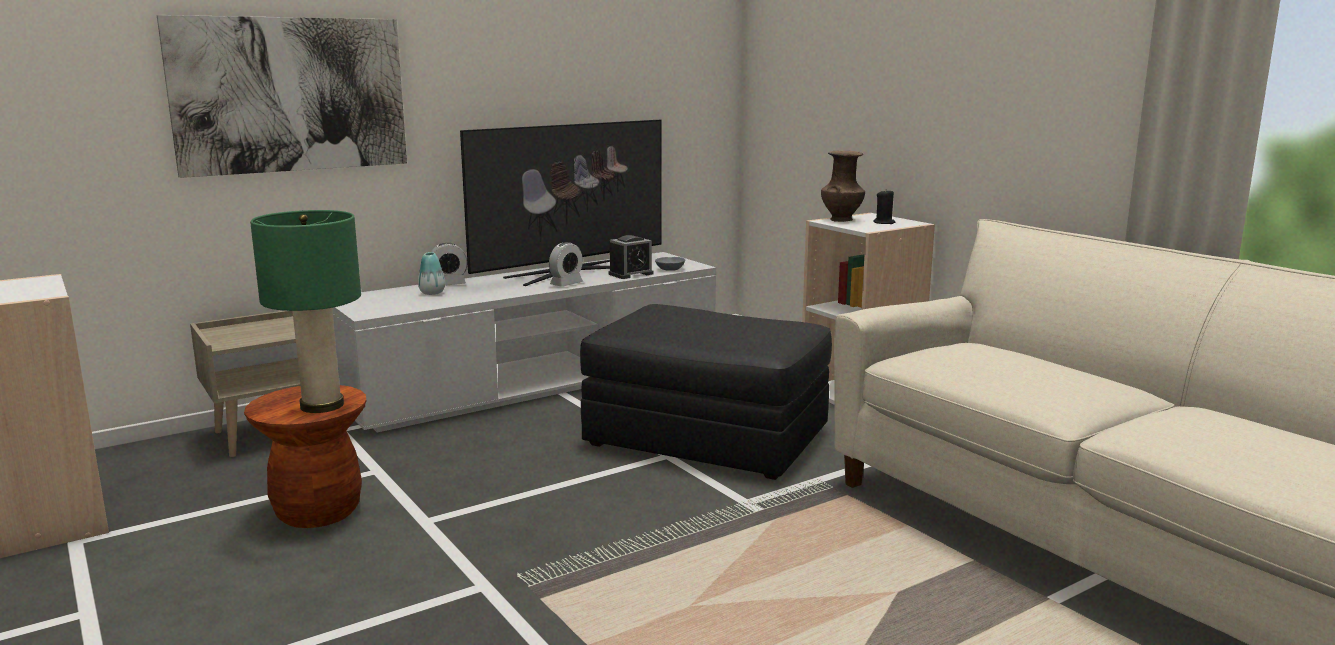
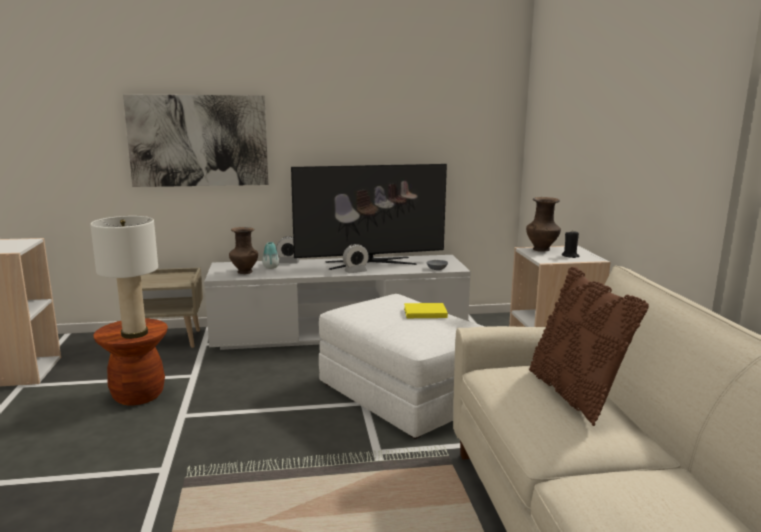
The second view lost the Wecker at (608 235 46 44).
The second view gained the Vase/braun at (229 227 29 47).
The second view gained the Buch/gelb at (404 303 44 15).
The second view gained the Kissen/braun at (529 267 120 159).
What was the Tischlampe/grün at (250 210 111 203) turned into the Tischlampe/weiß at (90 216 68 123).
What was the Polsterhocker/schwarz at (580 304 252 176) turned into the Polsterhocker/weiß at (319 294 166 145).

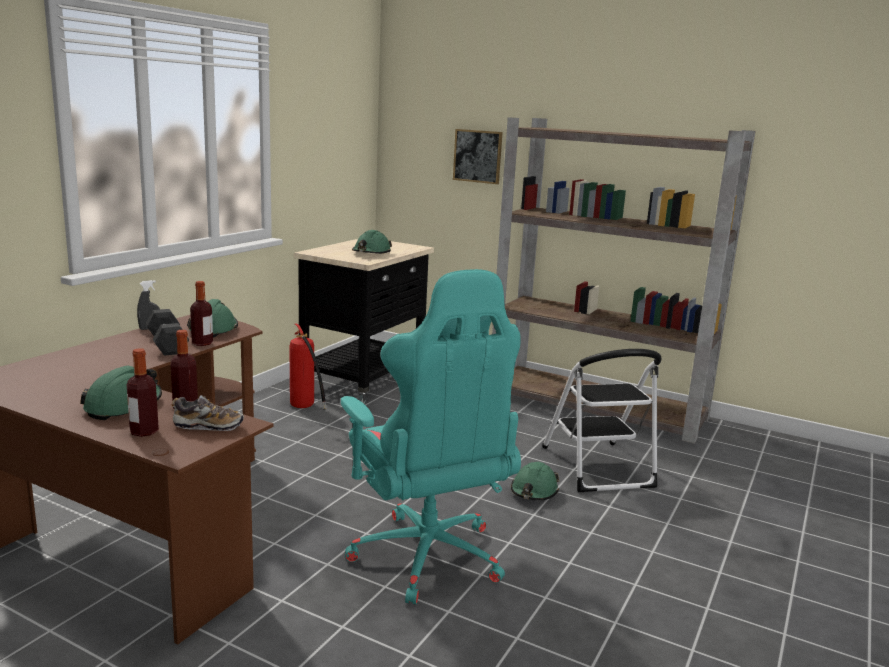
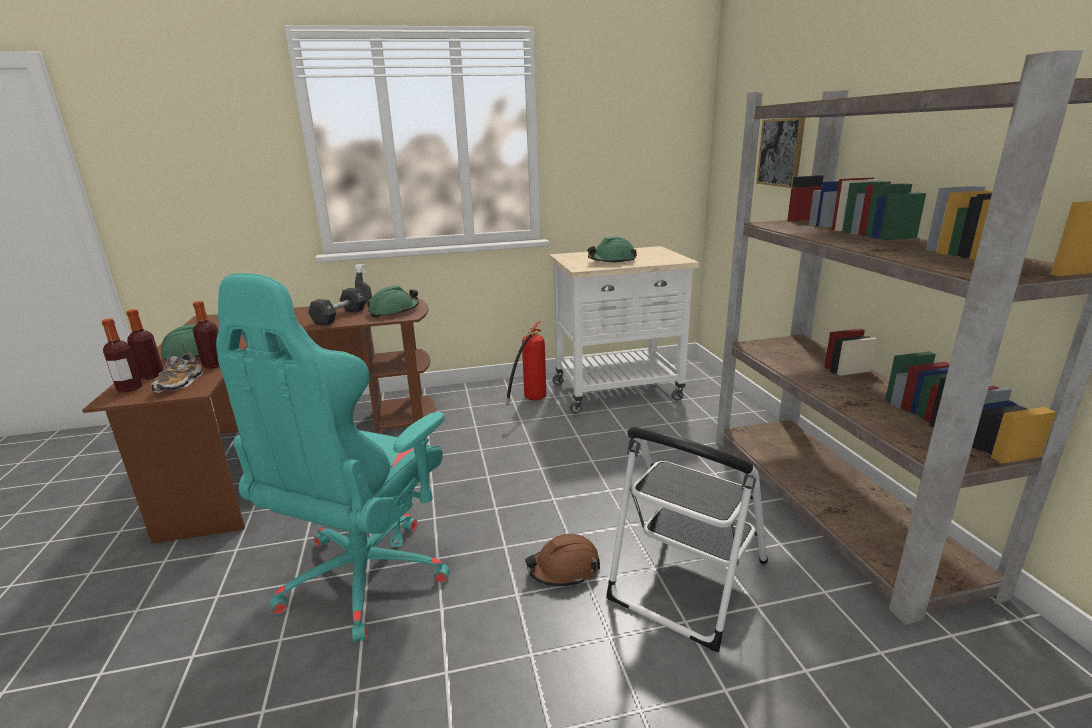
The Flasche ended up elsewhere, having gone from (190 281 23 65) to (102 319 40 73).
What was the Rollwagen/schwarz at (294 239 140 165) turned into the Rollwagen/weiß at (549 246 150 168).
What was the Schutzhelm/grün at (511 462 48 38) turned into the Schutzhelm/braun at (525 534 75 52).
The Schuh at (171 395 73 36) ended up facing another way, 45 degrees clockwise from before.

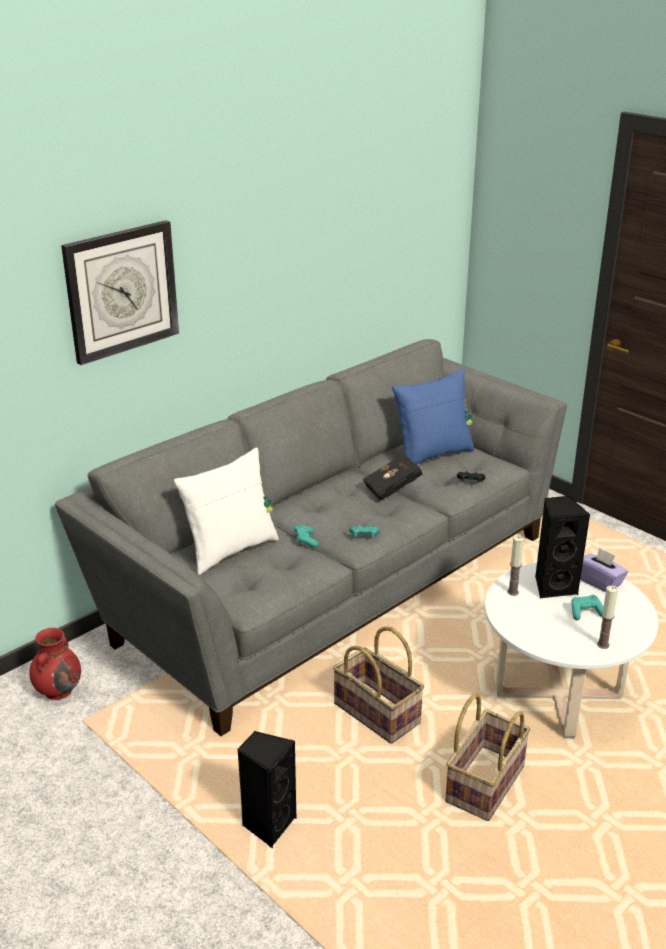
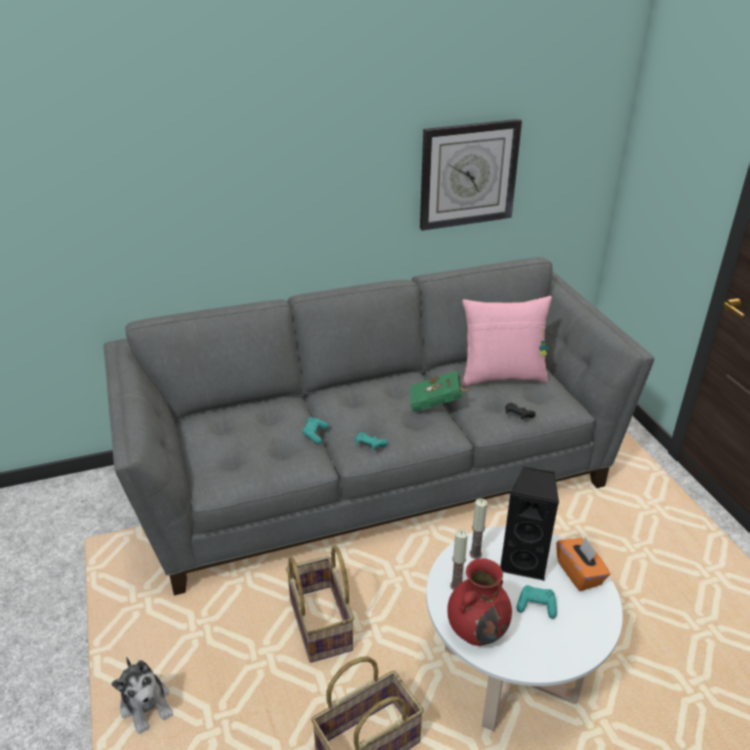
The second view lost the Kissen/weiß at (173 448 106 127).
The Vase/rot ended up elsewhere, having gone from (29 628 52 72) to (447 558 65 88).
The Wanduhr ended up elsewhere, having gone from (61 220 118 145) to (420 119 102 112).
The Kerze ended up elsewhere, having gone from (597 585 21 64) to (450 529 18 61).
Where the Lautsprecher/schwarz stood at (237 731 59 117), the Plüschtier came to stand at (111 657 62 77).
What was the Buch/schwarz at (363 454 63 47) turned into the Buch/grün at (410 370 61 42).
What was the Kissen/blau at (392 368 82 97) turned into the Kissen/rosa at (462 296 90 90).
What was the Taschentuchbox/lila at (580 547 48 45) turned into the Taschentuchbox/orange at (556 537 54 54).

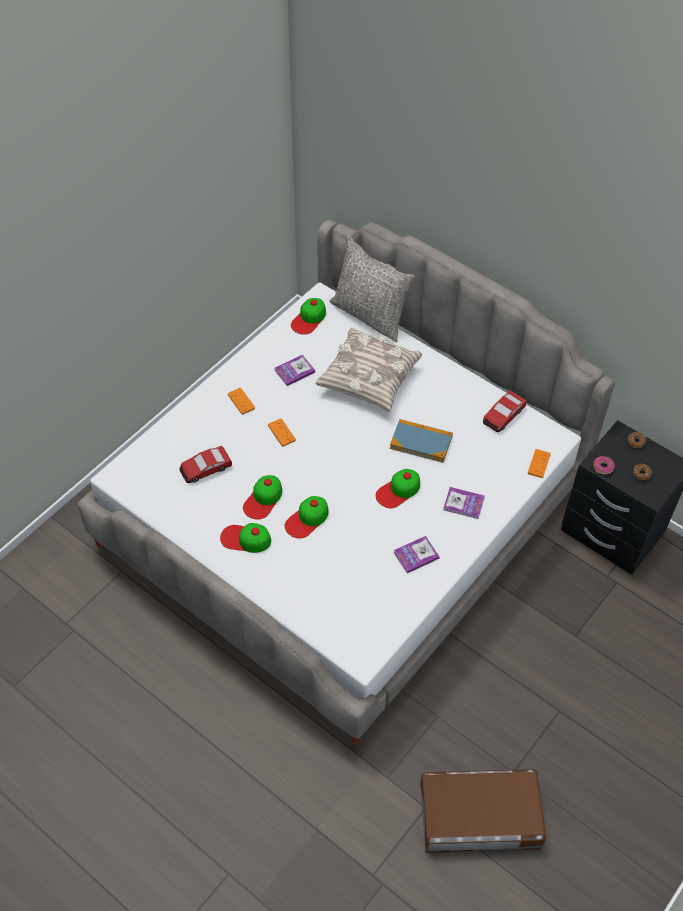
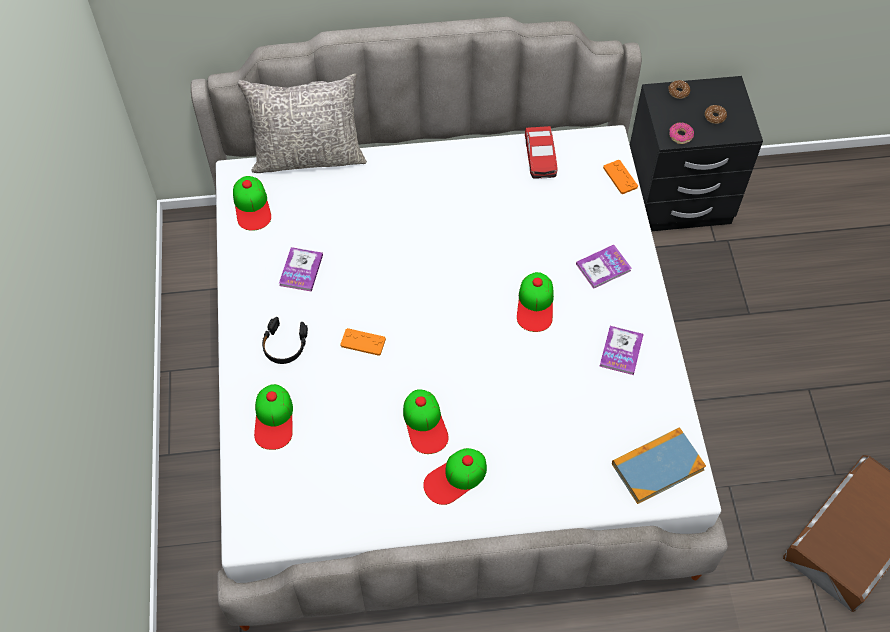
The second view lost the Spielzeugauto at (179 446 53 37).
The second view lost the Kissen/beige at (316 328 106 84).
The Kappe ended up elsewhere, having gone from (285 496 44 43) to (254 384 39 66).
The Buch ended up elsewhere, having gone from (390 419 63 44) to (612 427 94 77).
Where the Gamepad/orange stood at (228 388 27 26), the Kopfhörer/schwarz came to stand at (262 317 46 47).

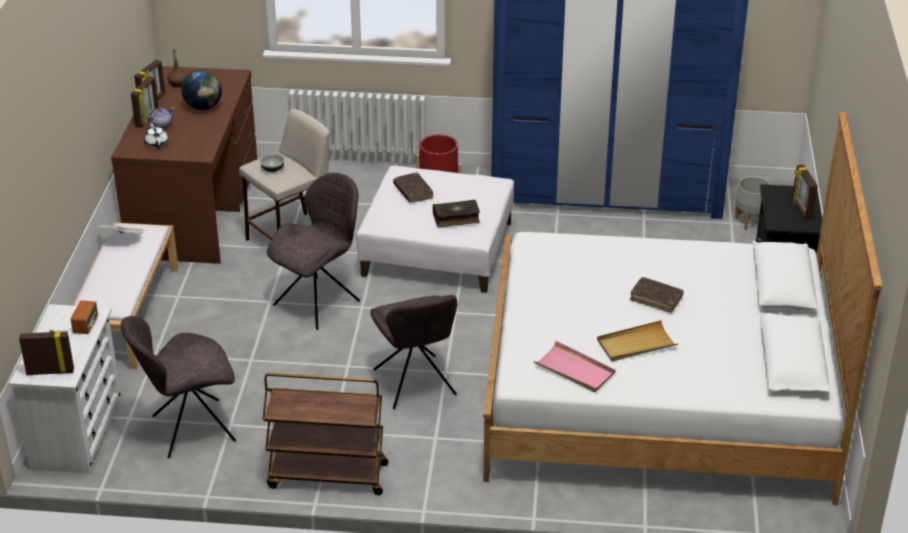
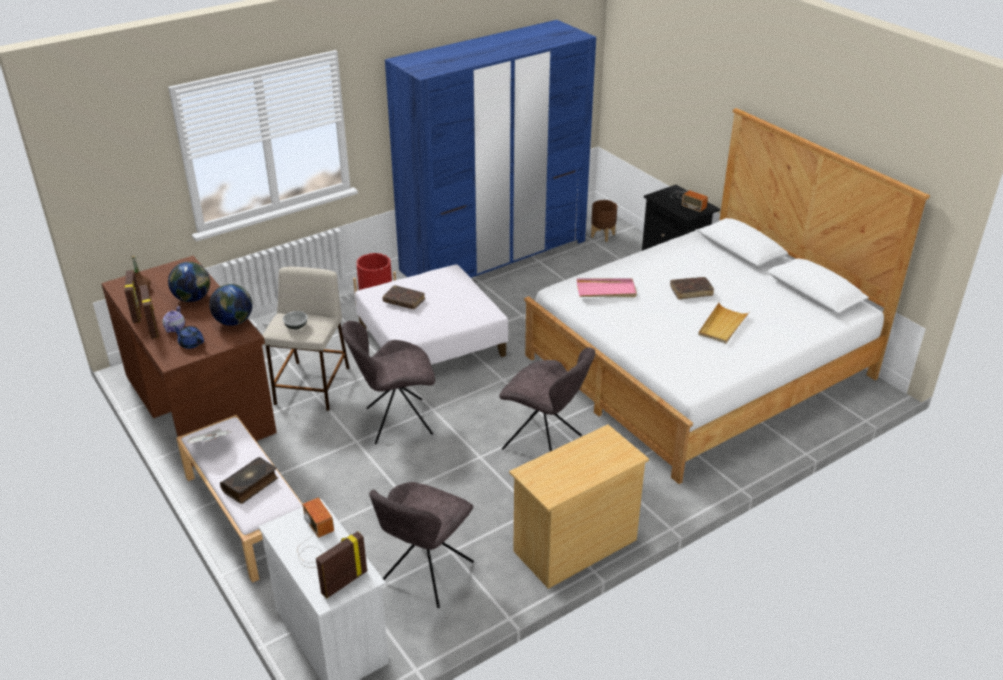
The second view gained the Globus at (209 284 44 42).
The Buch ended up elsewhere, having gone from (433 200 47 28) to (220 457 58 47).
The Tablett/rosa ended up elsewhere, having gone from (533 341 82 51) to (577 278 60 19).
Where the Rollwagen/braun stood at (262 373 126 122), the Kommode/beige came to stand at (509 425 140 164).
Where the Bilderrahmen stood at (792 165 26 55), the Radio came to stand at (671 190 37 22).
What was the Teekanne/weiß at (144 121 24 27) turned into the Teekanne/blau at (173 325 31 24).
What was the Pflanzkübel/grau at (734 176 37 54) turned into the Pflanzkübel/braun at (591 200 26 42).
The Stuhl/grau at (267 173 93 157) ended up facing another way, 105 degrees counterclockwise from before.

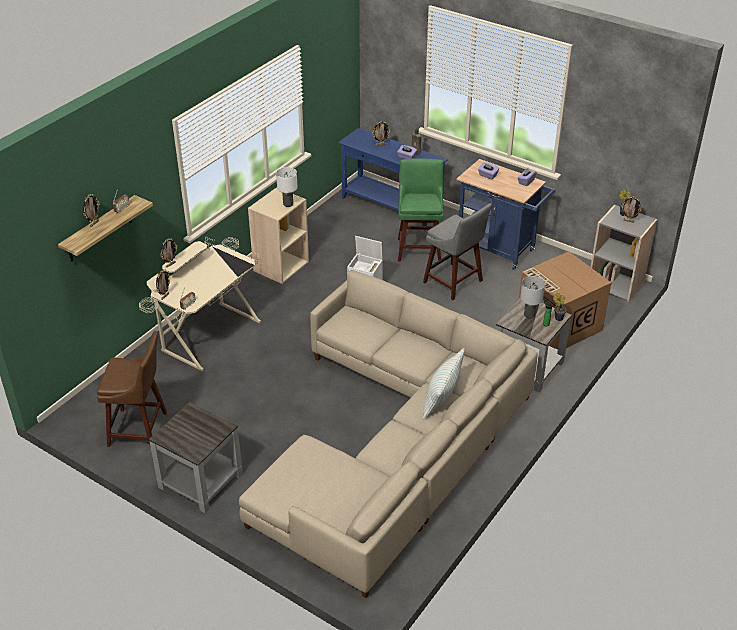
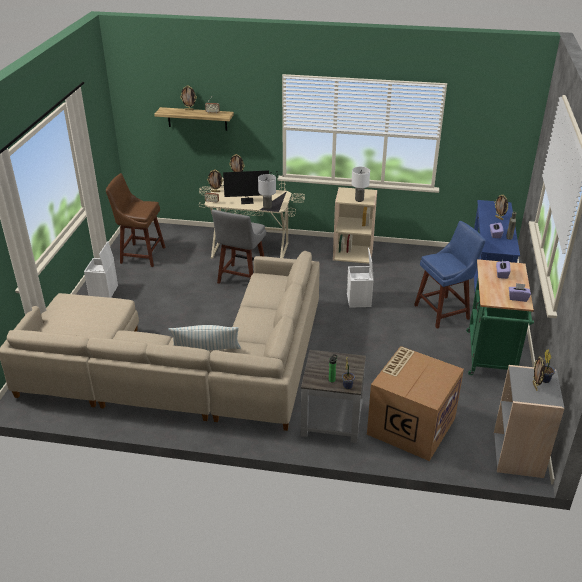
The second view gained the Monitor at (223 170 59 34).
The Stuhl/grau ended up elsewhere, having gone from (423 203 69 97) to (212 209 54 75).
The Tischlampe/weiß ended up elsewhere, having gone from (520 276 25 43) to (258 174 18 35).
Where the Beistelltisch/grau stood at (149 402 94 111), the Aufbewahrungsbox/weiß came to stand at (84 241 34 57).
What was the Stuhl/grün at (398 158 46 104) turned into the Stuhl/blau at (414 221 72 107).
What was the Rollwagen/blau at (457 159 99 111) turned into the Rollwagen/grün at (466 259 68 116).
The Stuhl/braun at (97 331 70 116) ended up facing another way, 120 degrees clockwise from before.

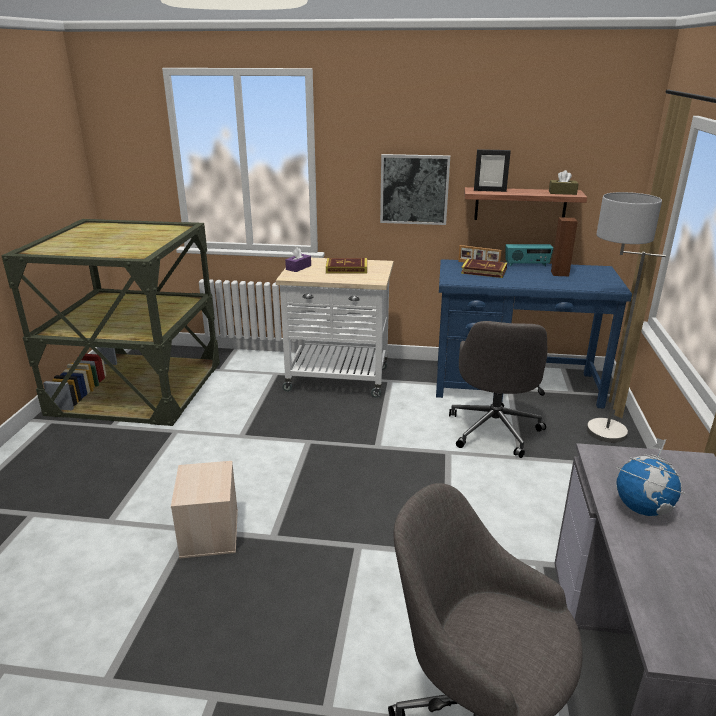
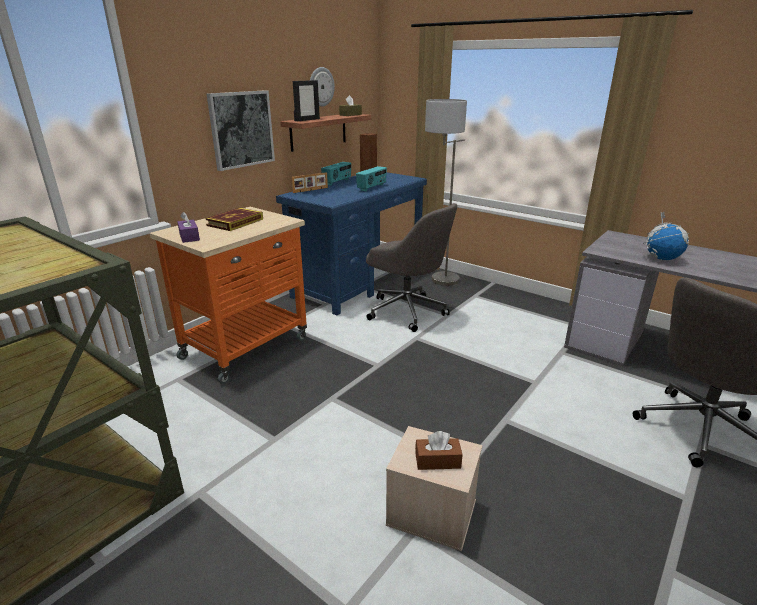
The second view lost the Buch at (461 259 46 19).
The second view gained the Wanduhr at (310 67 25 40).
The second view gained the Radio at (356 166 31 25).
The second view gained the Taschentuchbox/braun at (415 431 48 39).
What was the Rollwagen/weiß at (276 258 117 140) turned into the Rollwagen/orange at (149 207 158 177).

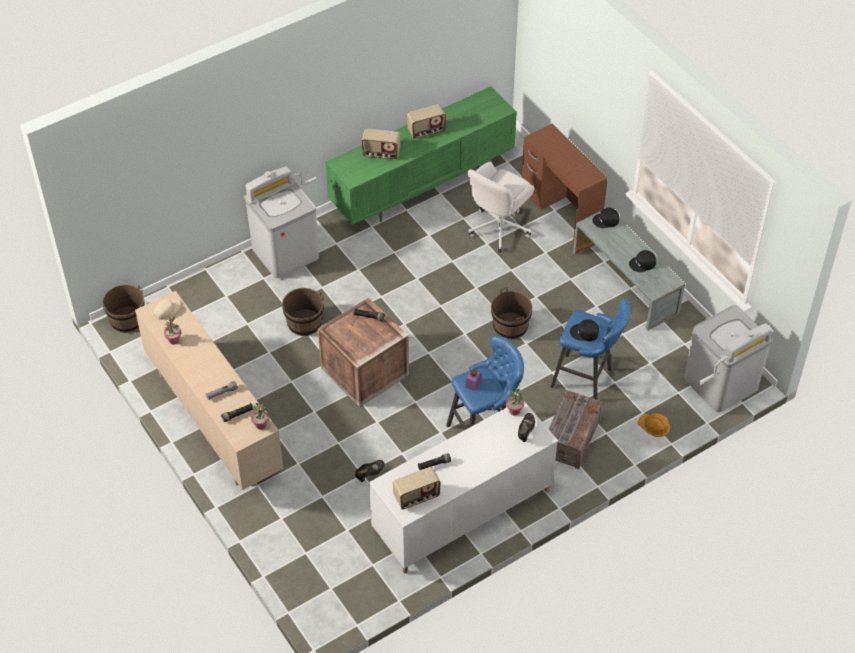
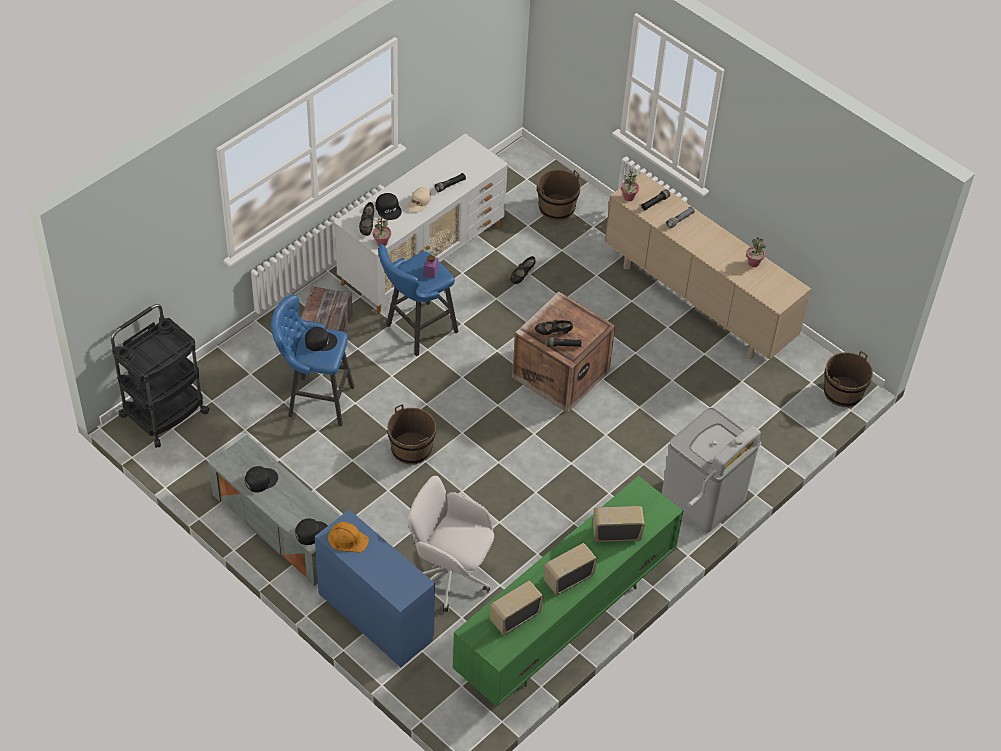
The second view gained the Kappe/schwarz at (375 193 27 27).
The second view gained the Schuh/schwarz at (535 320 38 15).
The Kappe/beige ended up elsewhere, having gone from (154 299 27 21) to (407 187 25 26).
The Eimer/braun ended up elsewhere, having gone from (281 288 43 48) to (537 170 44 51).
The Radio ended up elsewhere, having gone from (393 467 48 43) to (490 581 54 54).
The Schutzhelm/orange ended up elsewhere, having gone from (637 413 33 24) to (328 522 41 31).
Where the Waschmaschine/grau stood at (684 305 89 107), the Rollwagen/schwarz came to stand at (111 304 98 144).
What was the Schreibtisch/braun at (522 124 86 122) turned into the Schreibtisch/blau at (315 510 120 157).
The Bürostuhl/weiß at (468 161 67 91) ended up facing another way, 90 degrees counterclockwise from before.

